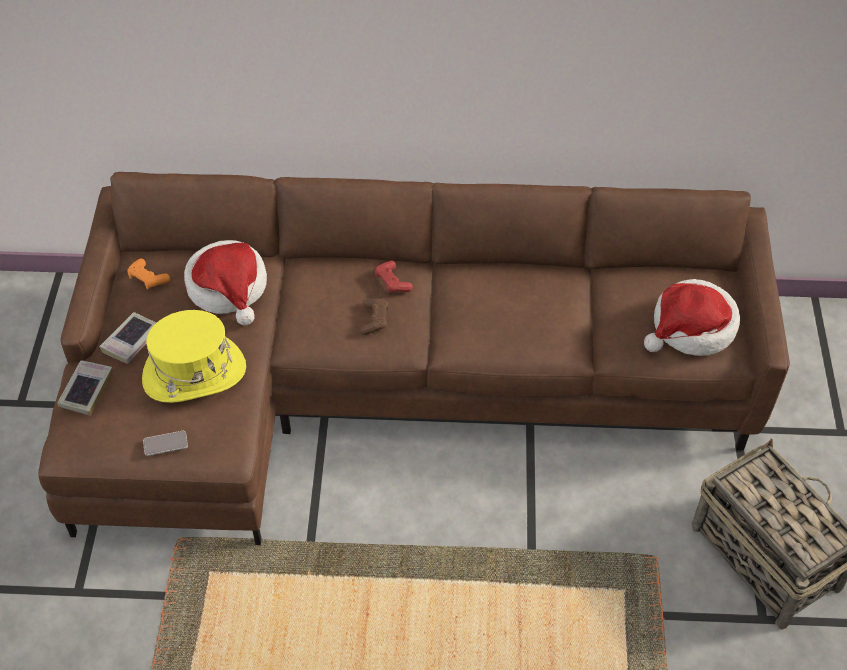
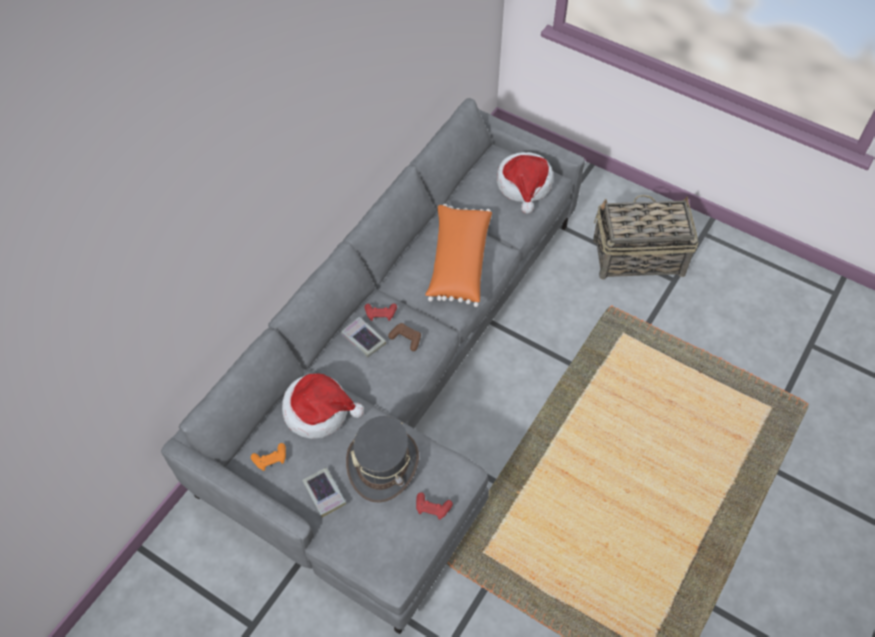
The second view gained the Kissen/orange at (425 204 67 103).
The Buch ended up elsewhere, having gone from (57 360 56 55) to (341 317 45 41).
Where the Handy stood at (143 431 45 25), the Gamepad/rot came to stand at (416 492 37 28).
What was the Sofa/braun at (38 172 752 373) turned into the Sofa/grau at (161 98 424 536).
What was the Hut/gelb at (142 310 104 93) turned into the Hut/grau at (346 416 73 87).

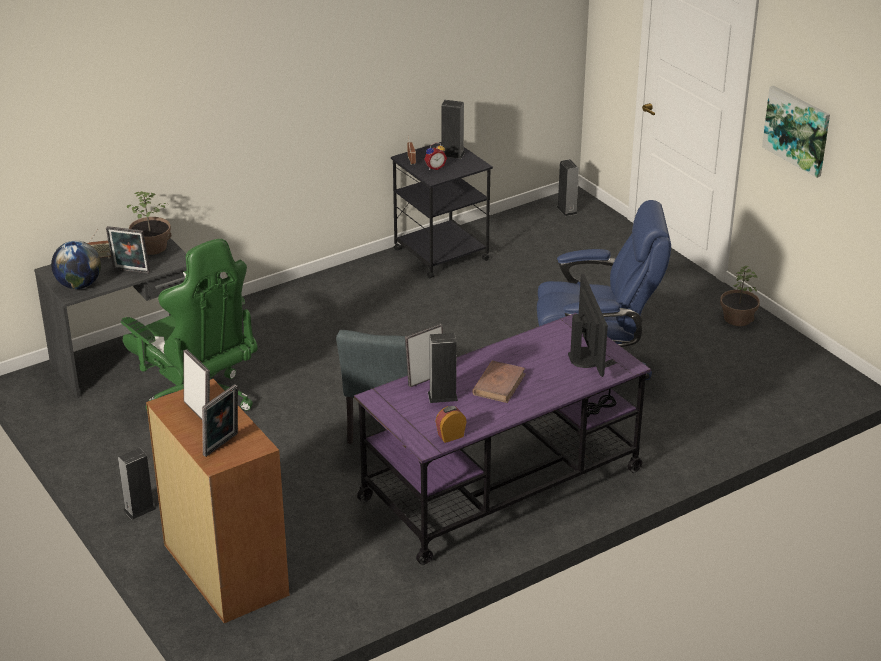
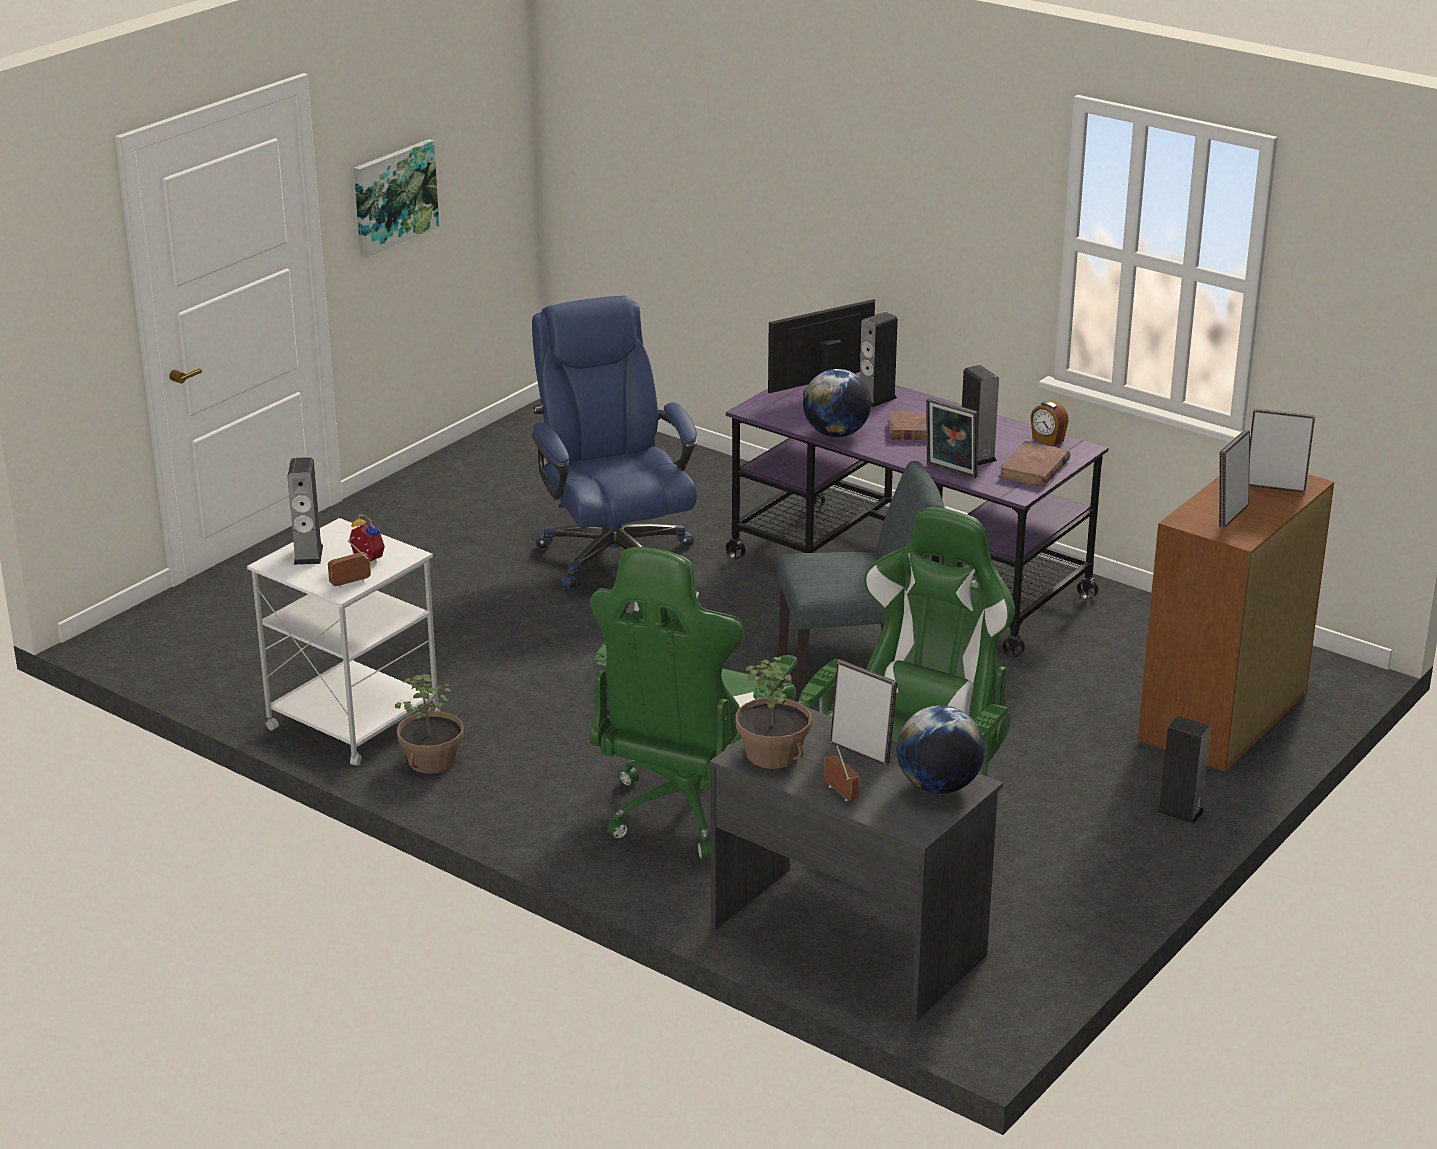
The second view gained the Bürostuhl/grün at (589 547 209 313).
The second view gained the Globus at (803 369 68 68).
The second view gained the Buch/braun at (998 441 72 46).
The Lautsprecher ended up elsewhere, having gone from (557 159 22 57) to (860 312 38 96).
The Topfpflanze ended up elsewhere, having gone from (720 266 40 60) to (395 674 69 100).
What was the Rollwagen/schwarz at (391 142 102 136) turned into the Rollwagen/weiß at (247 518 194 248).
The Bilderrahmen at (106 226 44 48) ended up facing another way, 45 degrees counterclockwise from before.

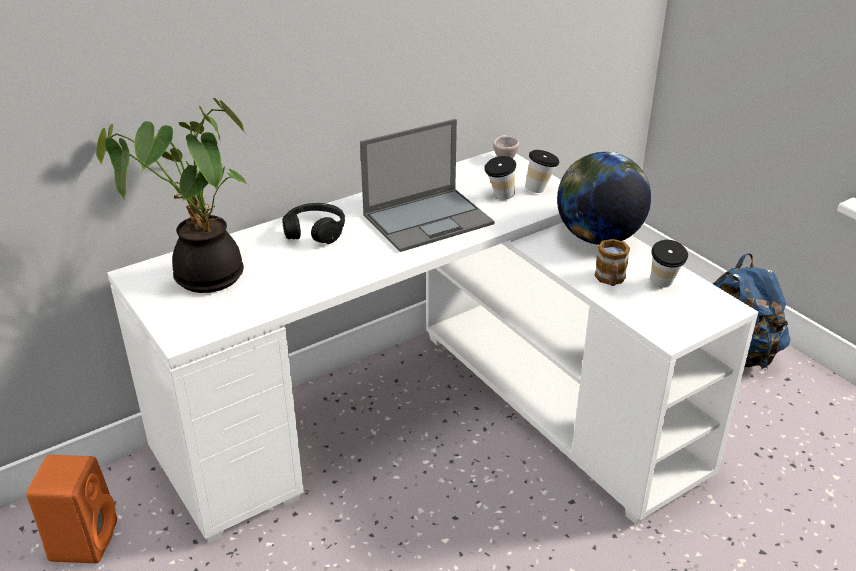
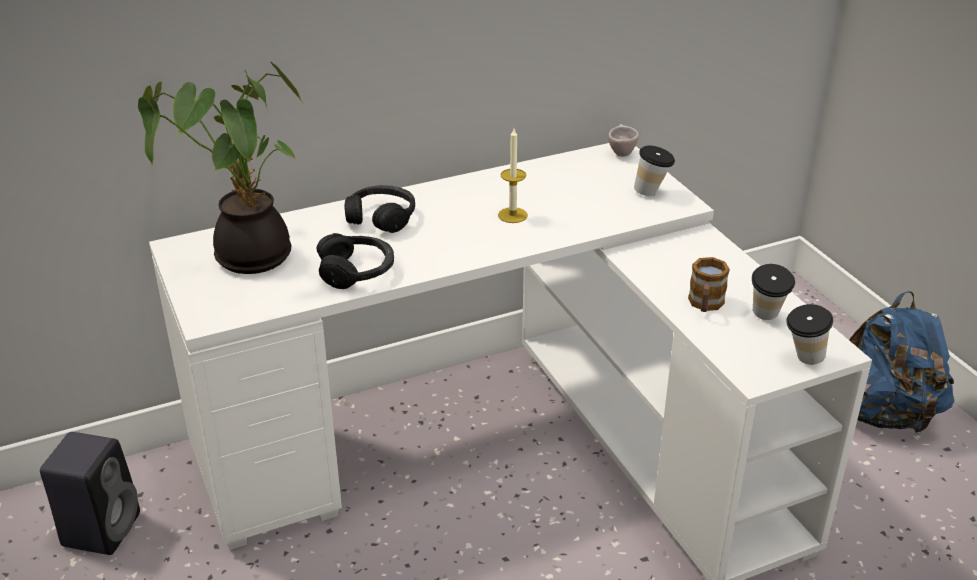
The second view lost the Globus at (557 152 94 93).
The second view gained the Kopfhörer/schwarz at (317 233 77 56).
The Tasse ended up elsewhere, having gone from (484 156 32 44) to (786 304 47 61).
Where the Laptop stood at (360 119 135 133), the Kerze came to stand at (498 129 30 94).
What was the Lautsprecher/orange at (26 455 91 108) turned into the Lautsprecher/schwarz at (40 432 100 123).

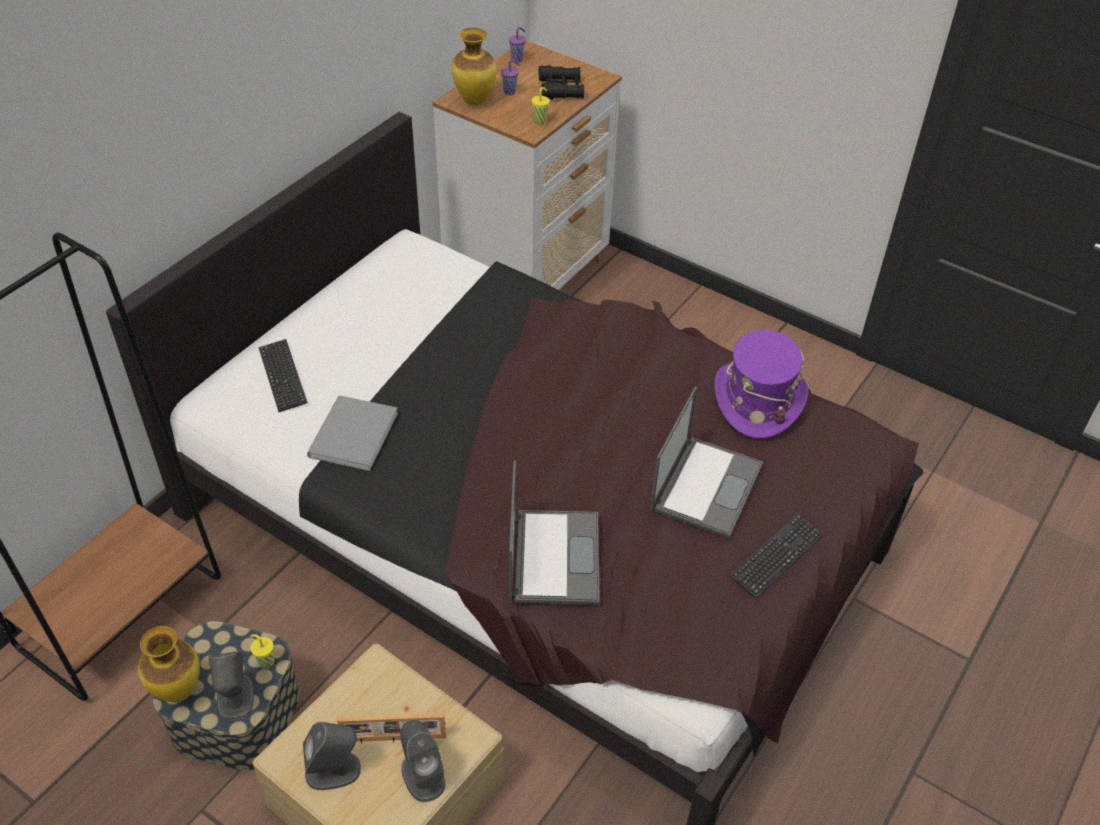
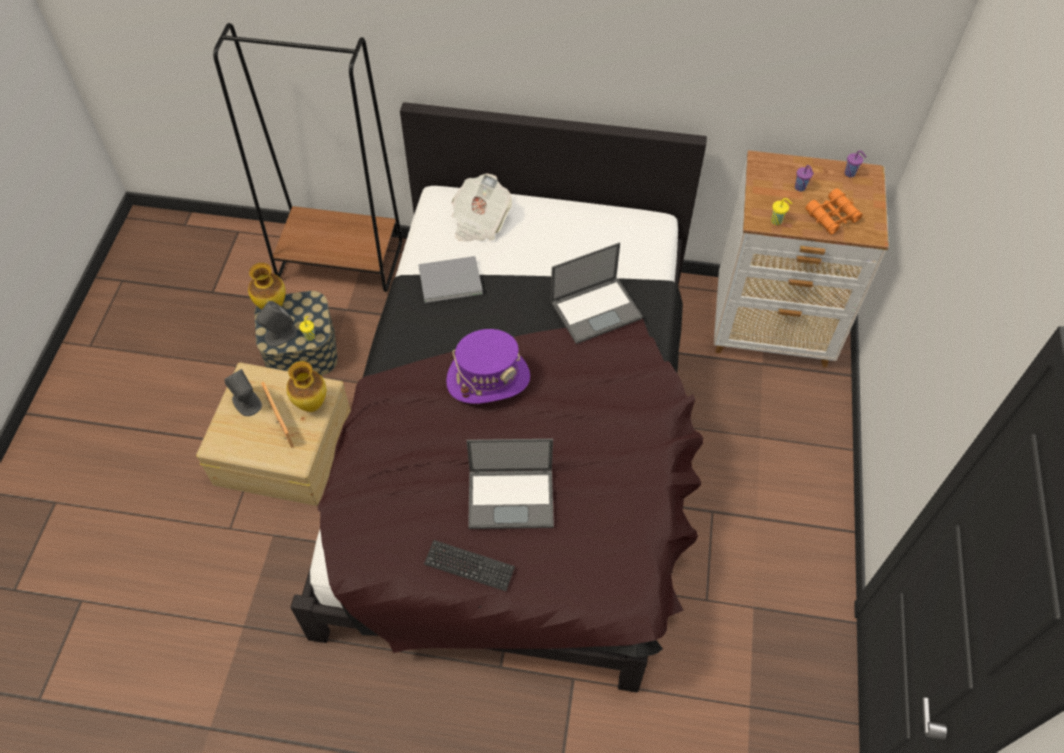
The second view lost the Lautsprecher/grau at (400 720 45 82).
The Vase ended up elsewhere, having gone from (451 28 46 78) to (286 361 40 51).
The Laptop ended up elsewhere, having gone from (509 461 91 144) to (551 242 92 102).
The Hut/lila ended up elsewhere, having gone from (714 330 95 109) to (446 329 84 75).
Where the Tastatur stood at (258 339 49 73), the Zeitung came to stand at (452 173 60 69).
What was the Fernglas/schwarz at (538 65 46 35) turned into the Fernglas/orange at (805 188 58 47).

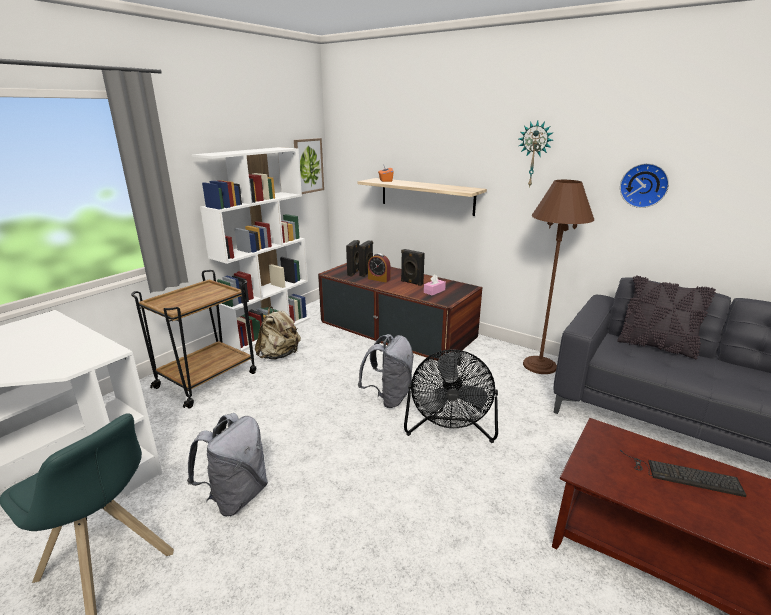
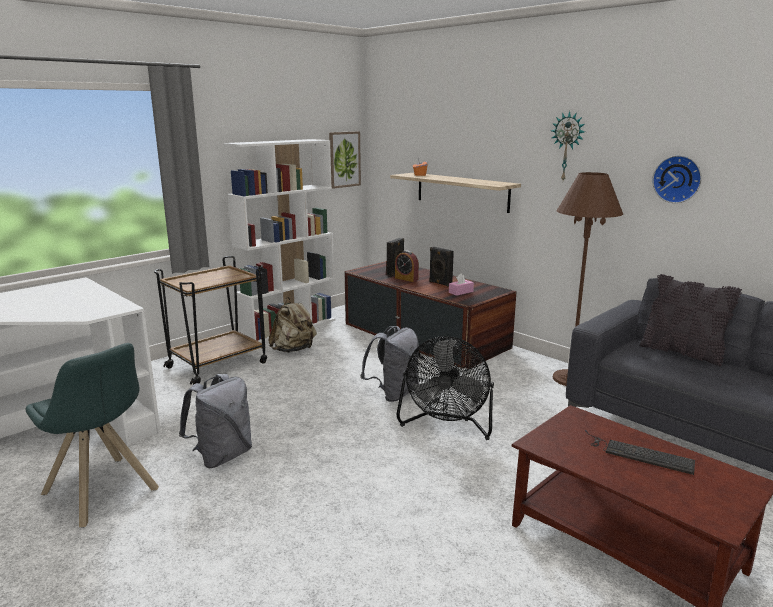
The second view lost the Lautsprecher/schwarz at (346 240 14 36).

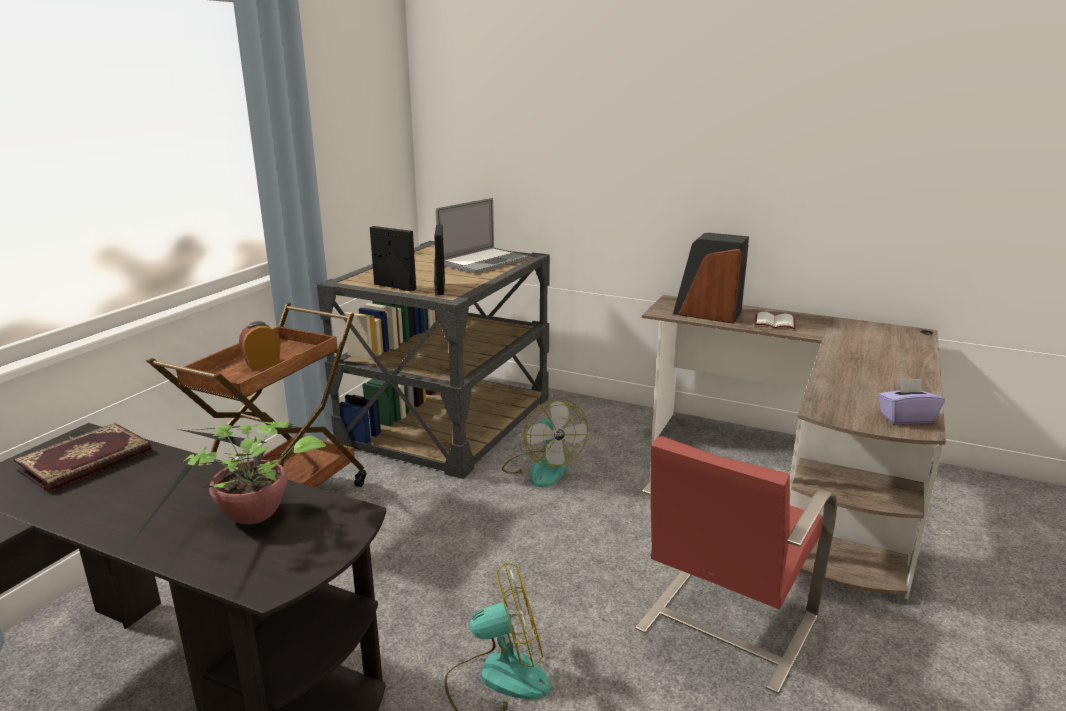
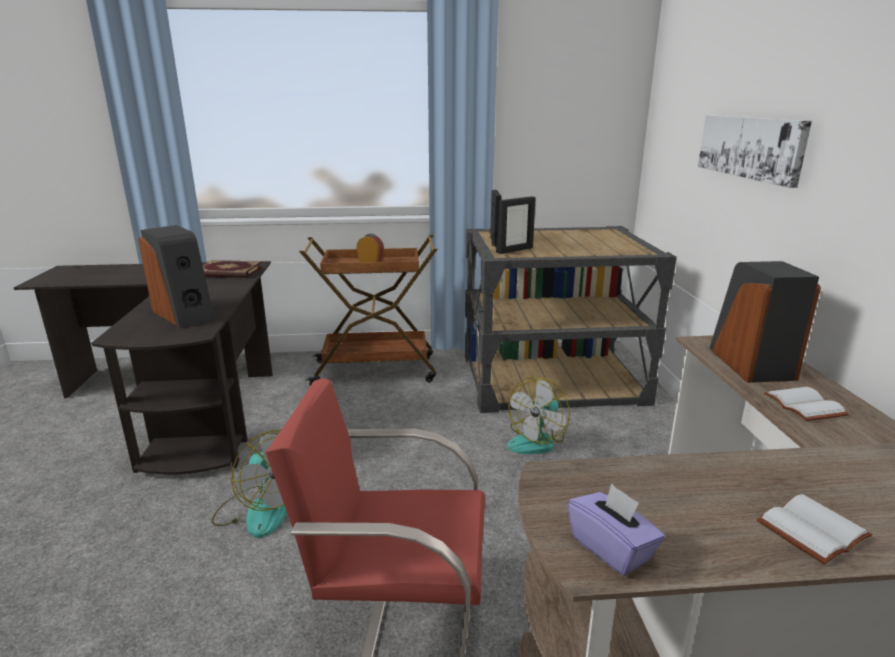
The second view lost the Laptop at (435 198 95 75).
The second view gained the Bild at (698 115 114 73).
The second view gained the Buch/weiß at (757 494 115 70).
Where the Topfpflanze stood at (132 421 194 122), the Lautsprecher came to stand at (138 225 77 103).

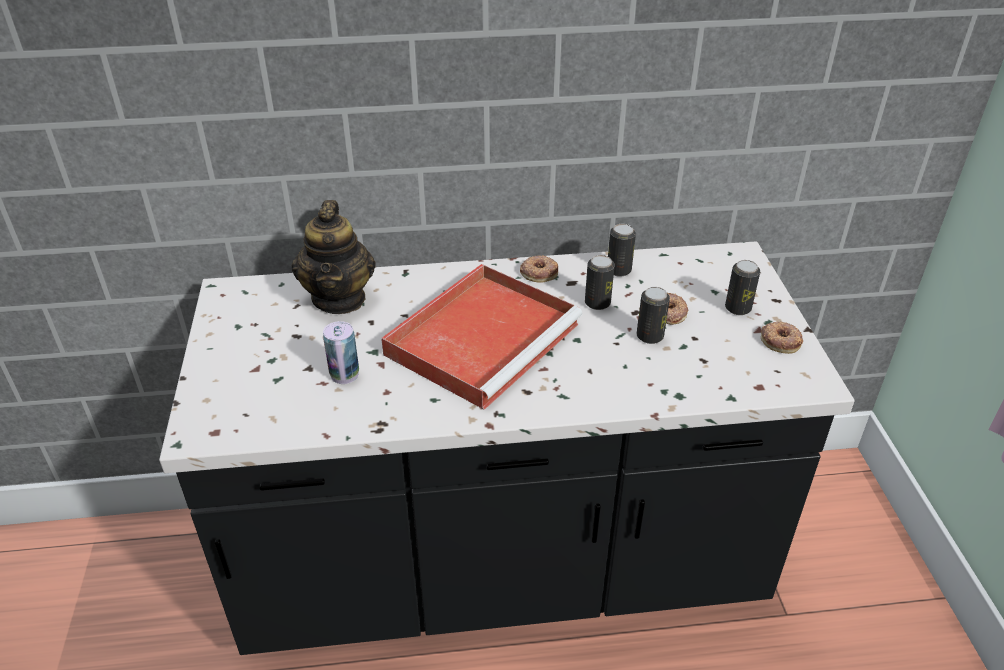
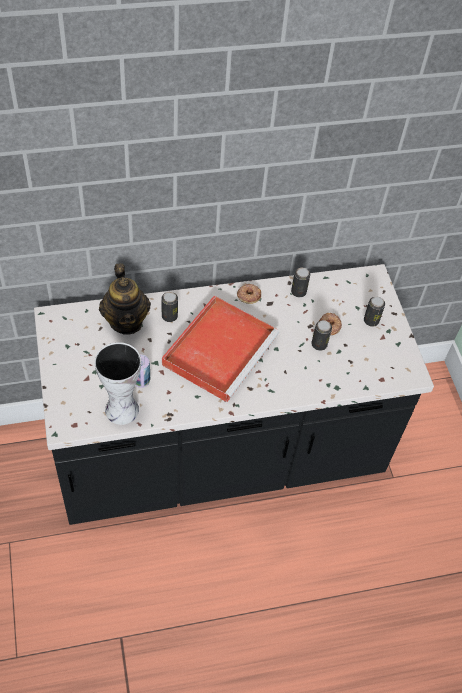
The second view lost the Donut at (761 322 42 32).
The second view gained the Vase at (94 342 47 83).
The Dose ended up elsewhere, having gone from (585 255 30 55) to (161 292 17 30).

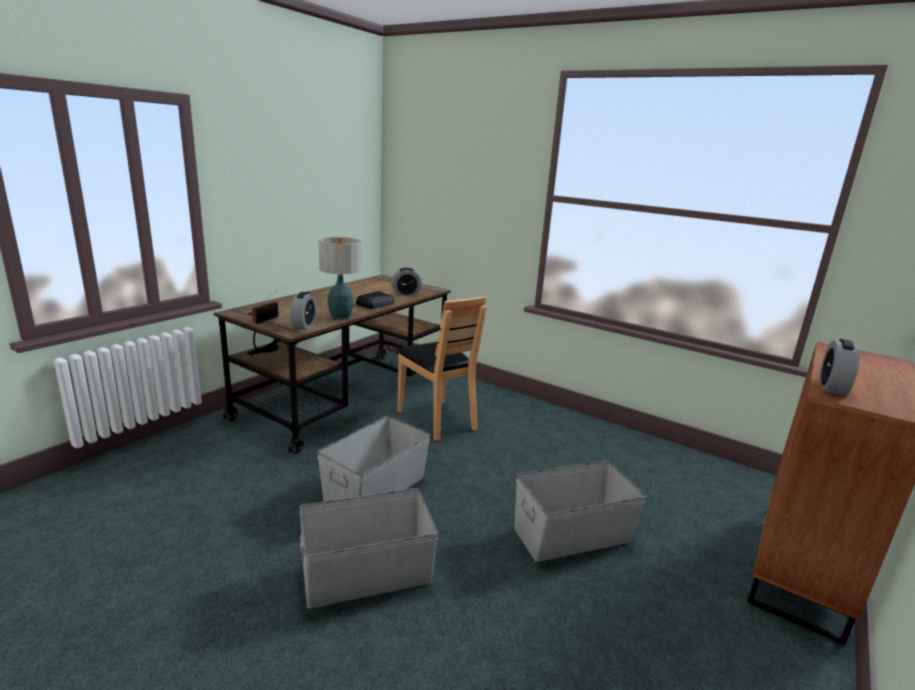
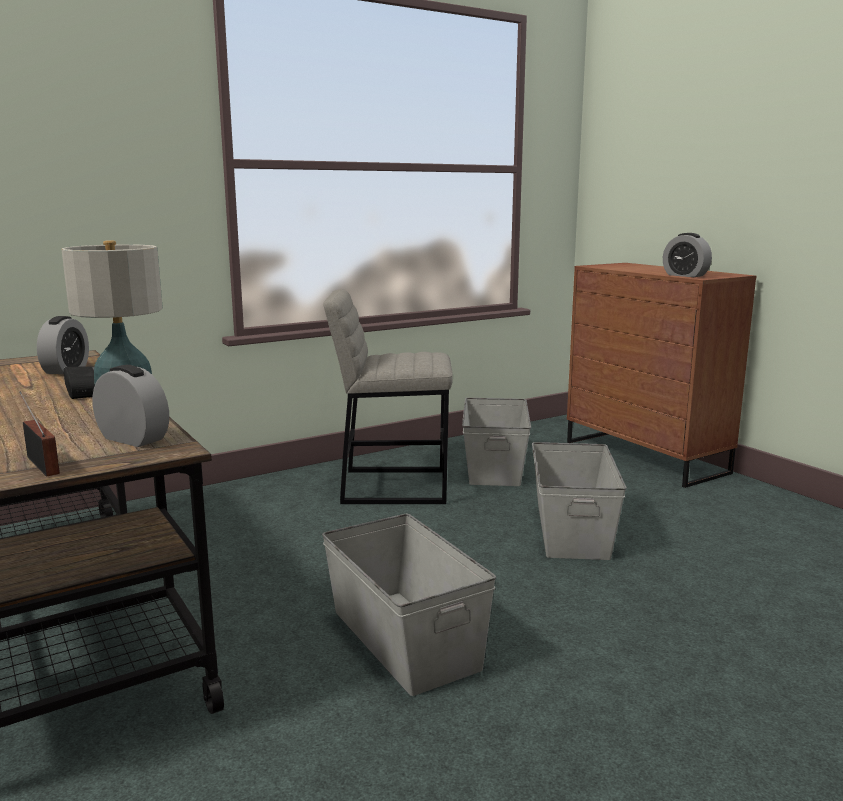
The second view lost the Stuhl/braun at (397 296 90 145).
The second view gained the Stuhl/grau at (323 289 130 215).
The Aufbewahrungsbox/grau ended up elsewhere, having gone from (299 488 139 120) to (462 398 69 88).

